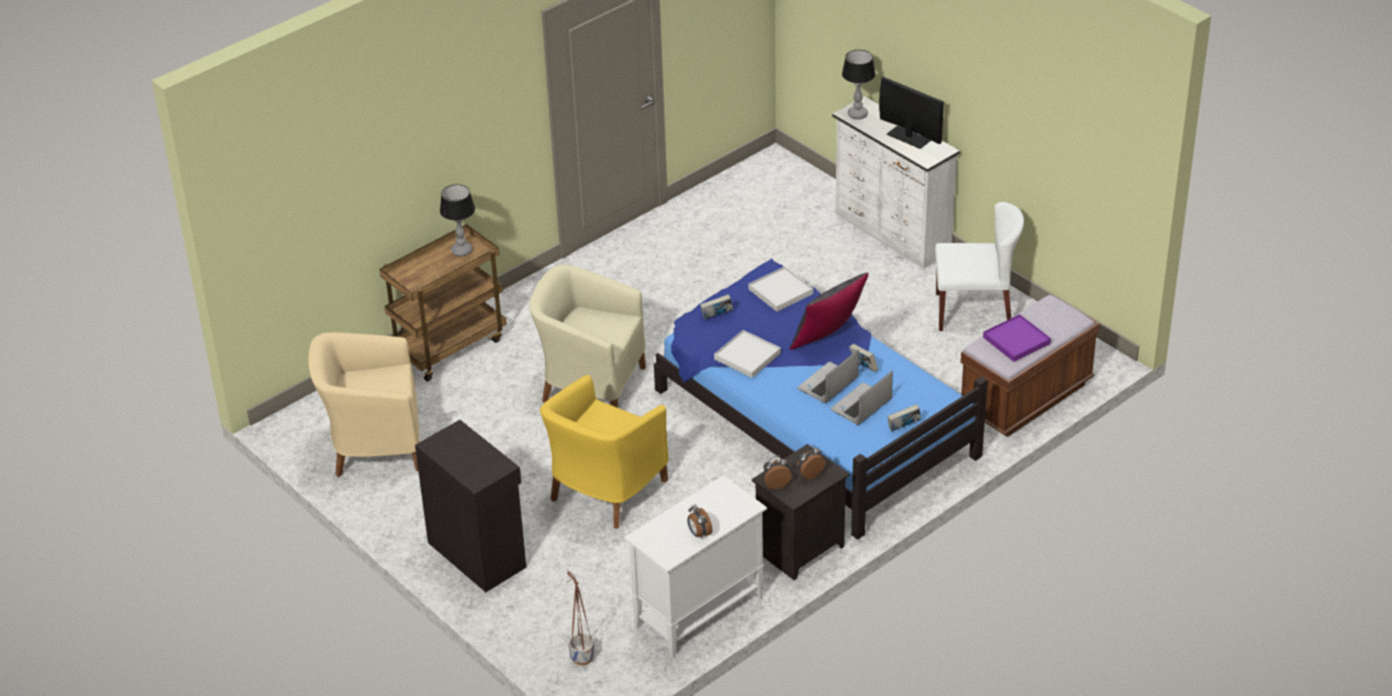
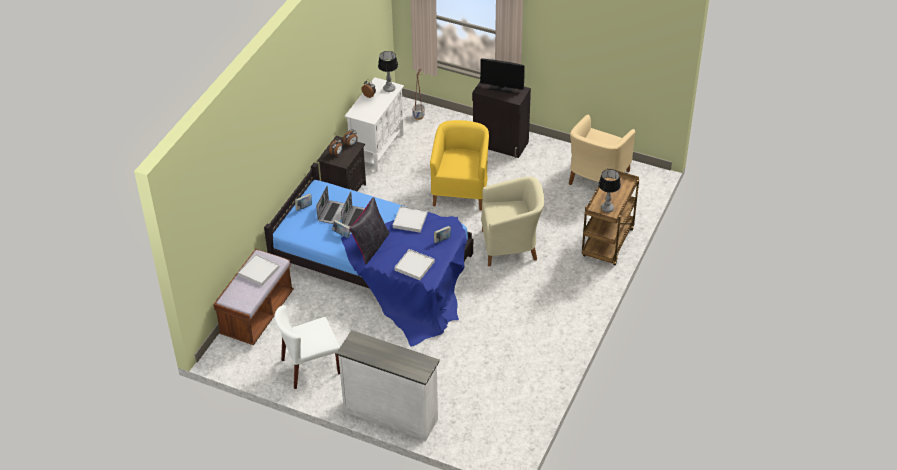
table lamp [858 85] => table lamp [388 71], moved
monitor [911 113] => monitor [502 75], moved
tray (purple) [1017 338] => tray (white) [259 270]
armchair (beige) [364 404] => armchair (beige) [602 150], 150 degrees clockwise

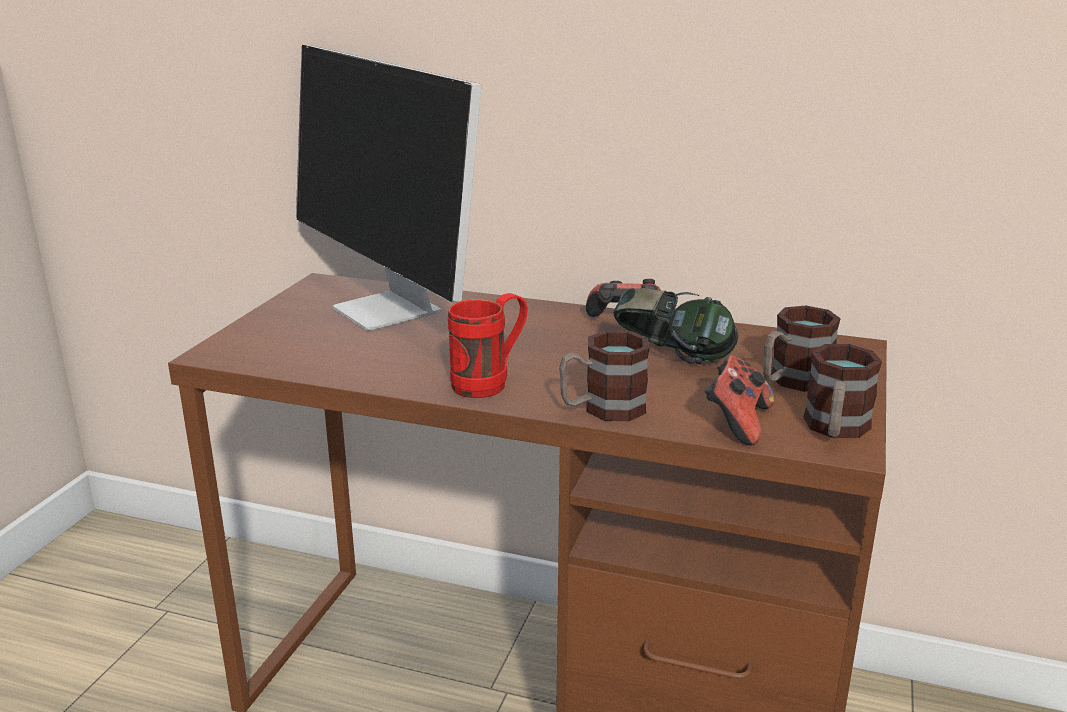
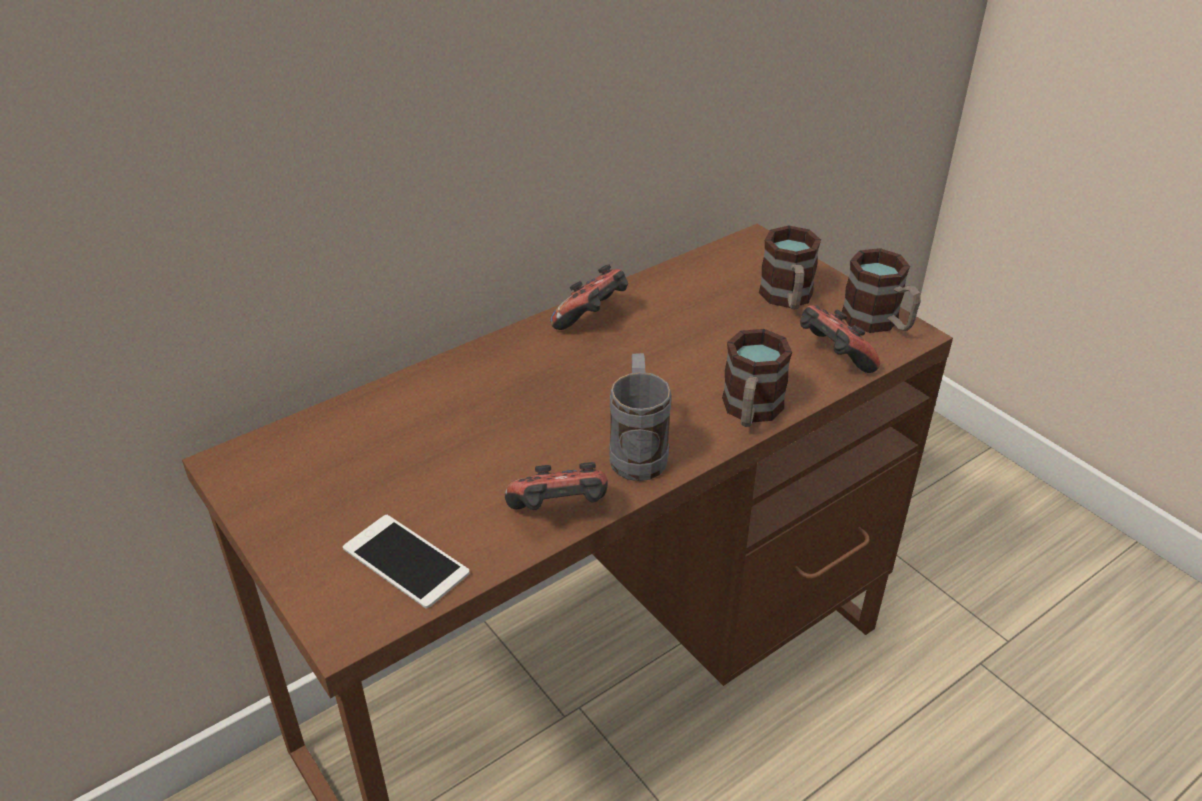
monitor [388 188] => nothing
headphones [675 326] => nothing
nothing => phone [406 561]
nothing => game controller [556 486]
mug (red) [488 345] => mug (grey) [640 417]

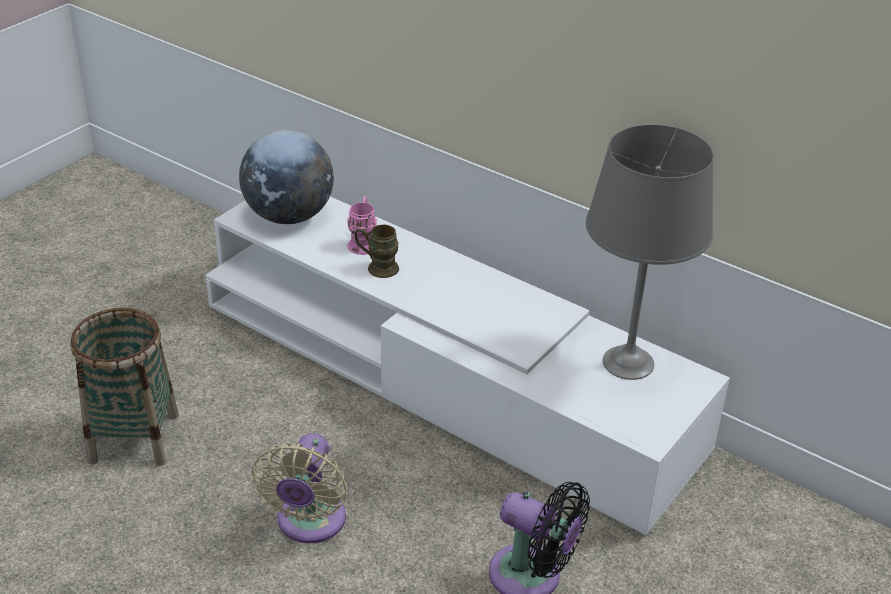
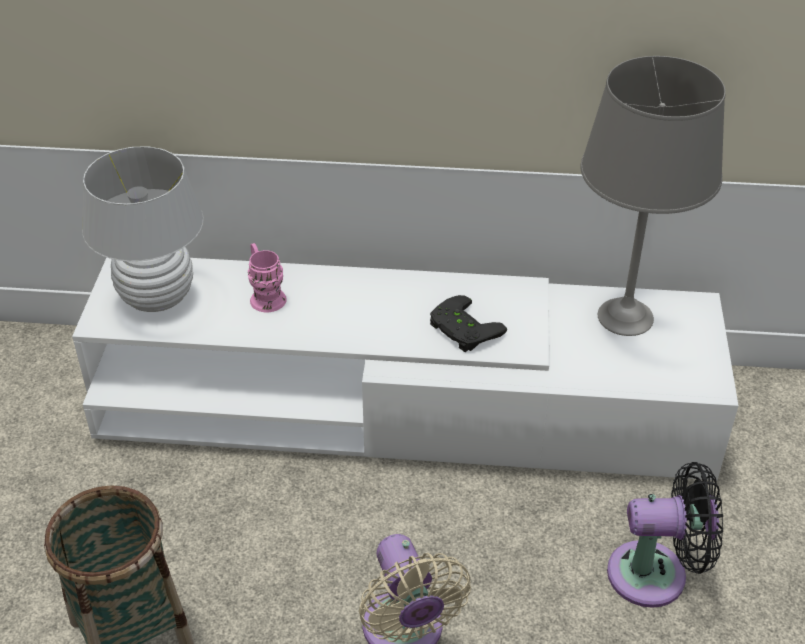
mug (brown) [377 251] => nothing
nothing => game controller (black) [468 323]
globe [286 177] => table lamp (white) [143 229]

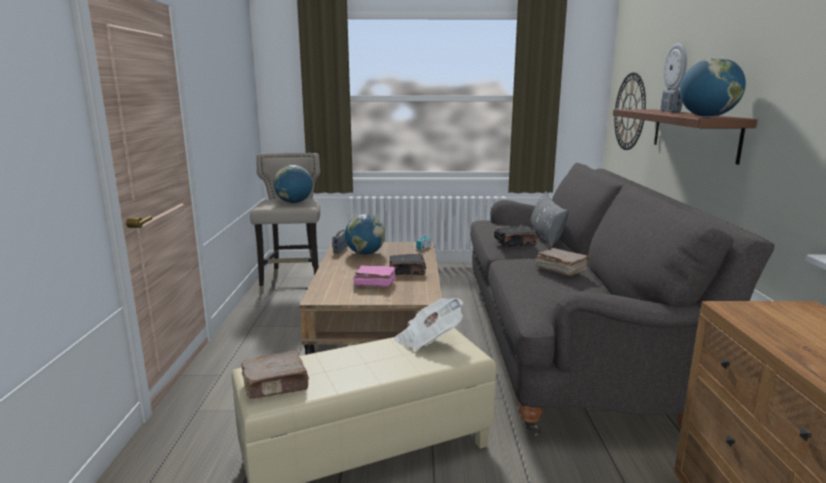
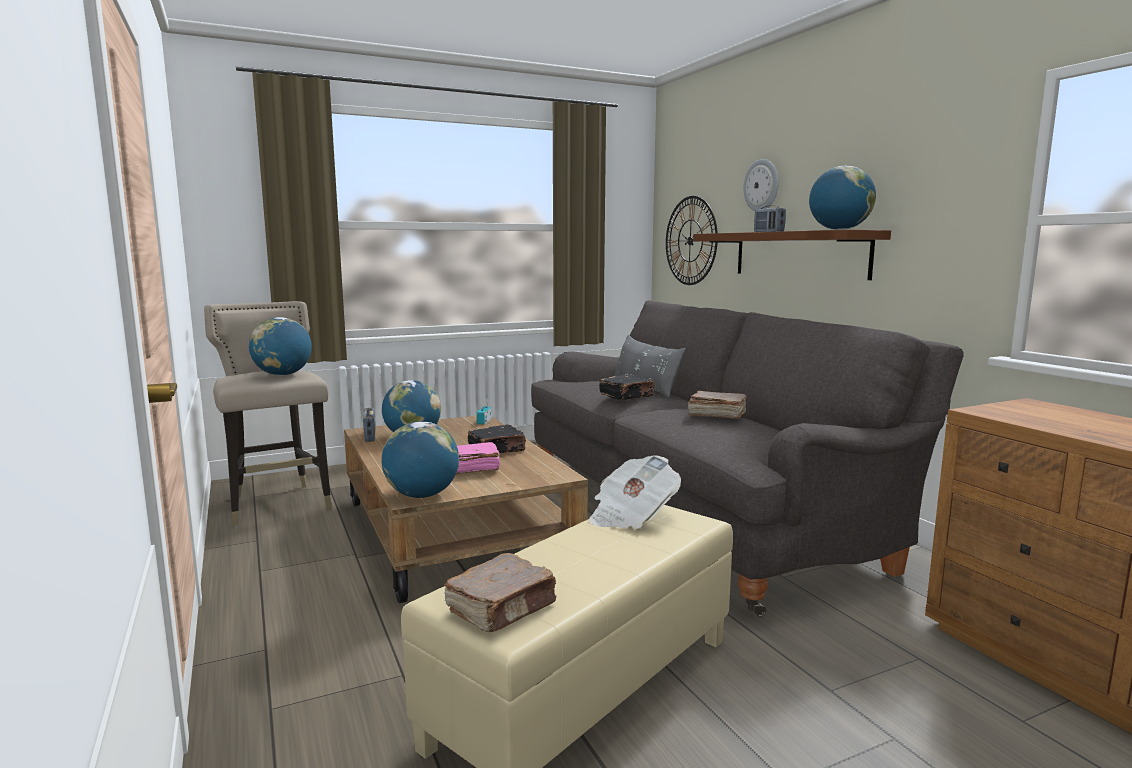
nothing => globe [420 459]

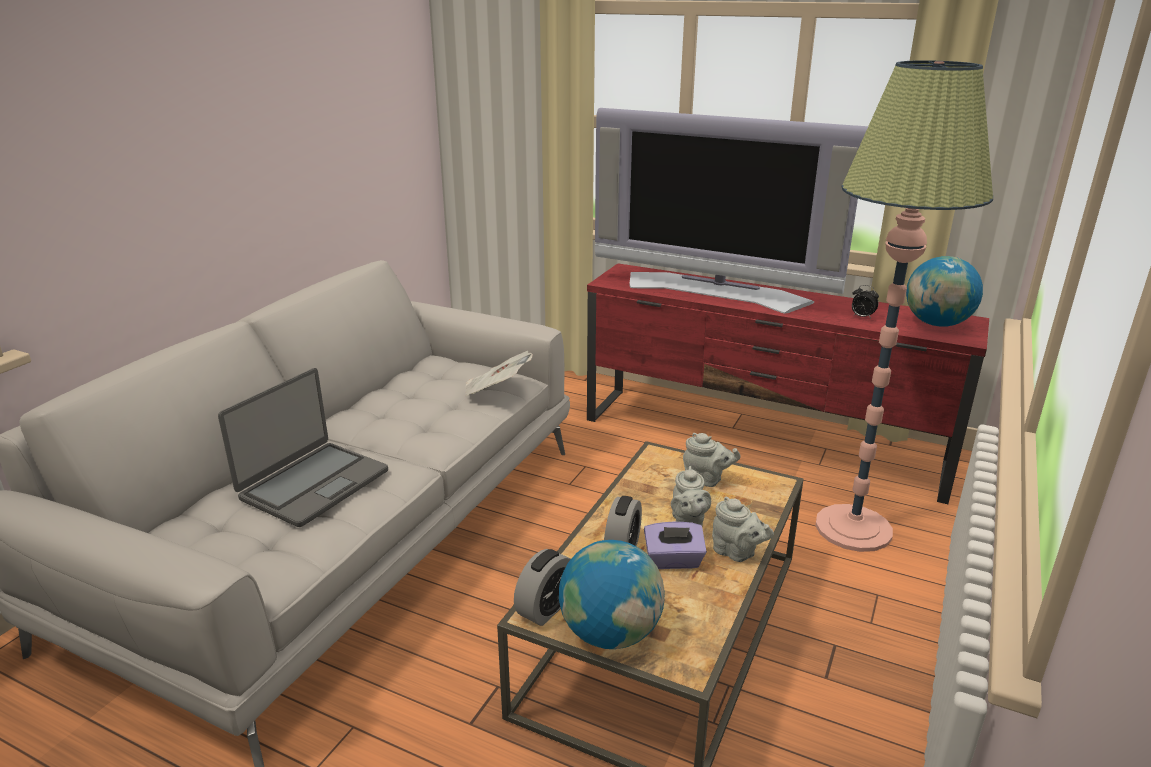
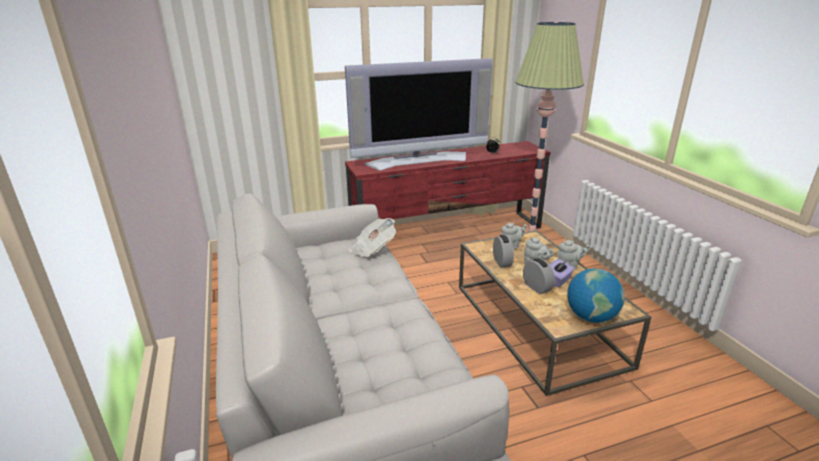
laptop [303 447] => nothing
globe [944 291] => nothing
alarm clock [542 587] => alarm clock [503 251], moved

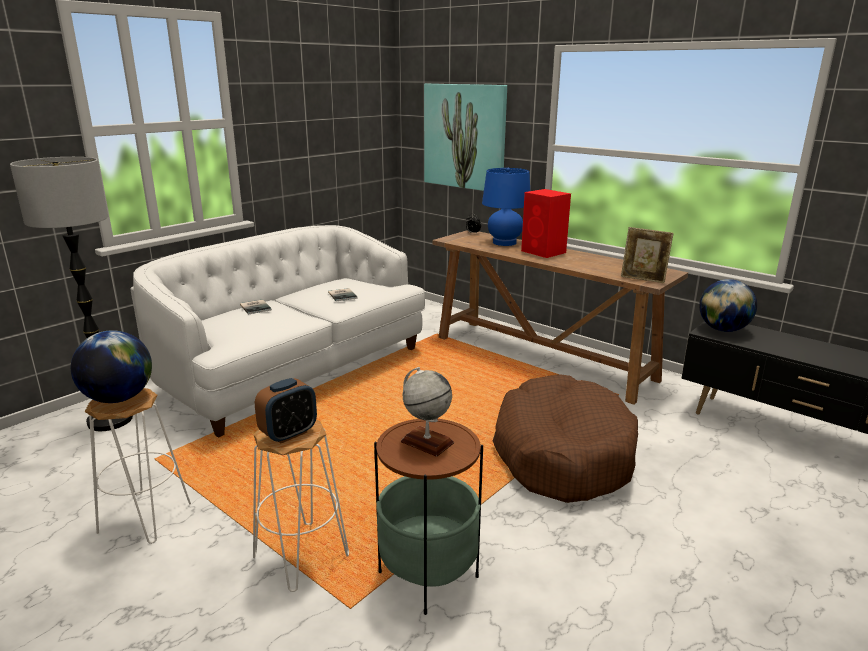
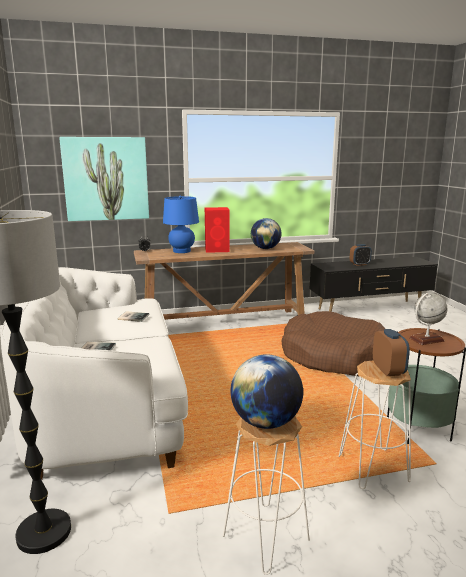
picture frame [647 255] => nothing
nothing => alarm clock [361 255]
globe [728 305] => globe [266 233], moved

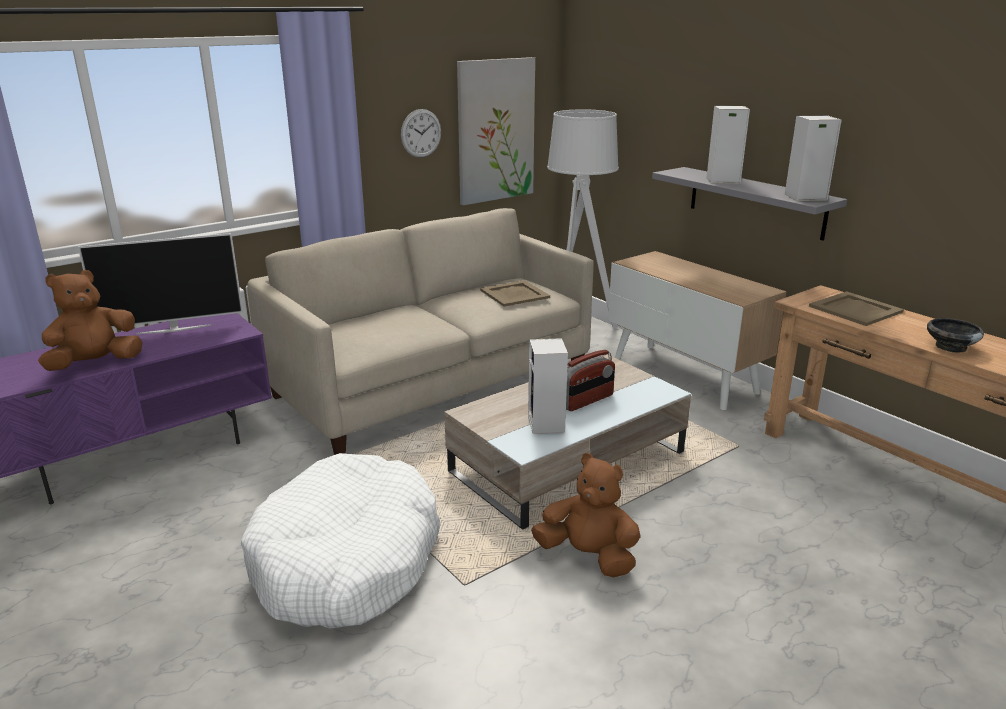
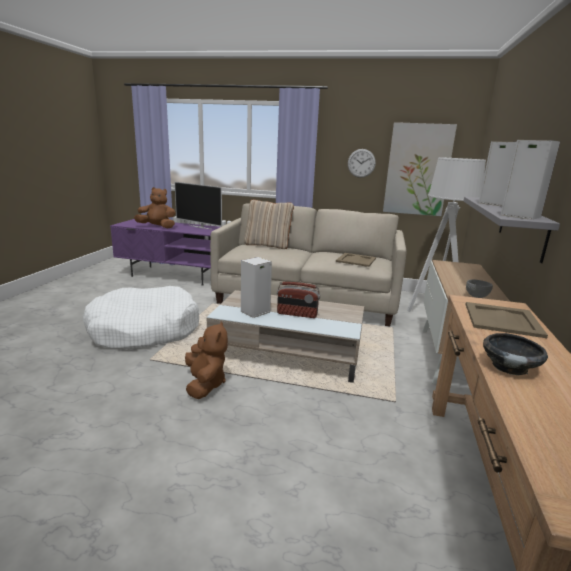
nothing => pillow (beige) [269 224]
nothing => bowl (grey) [479 288]

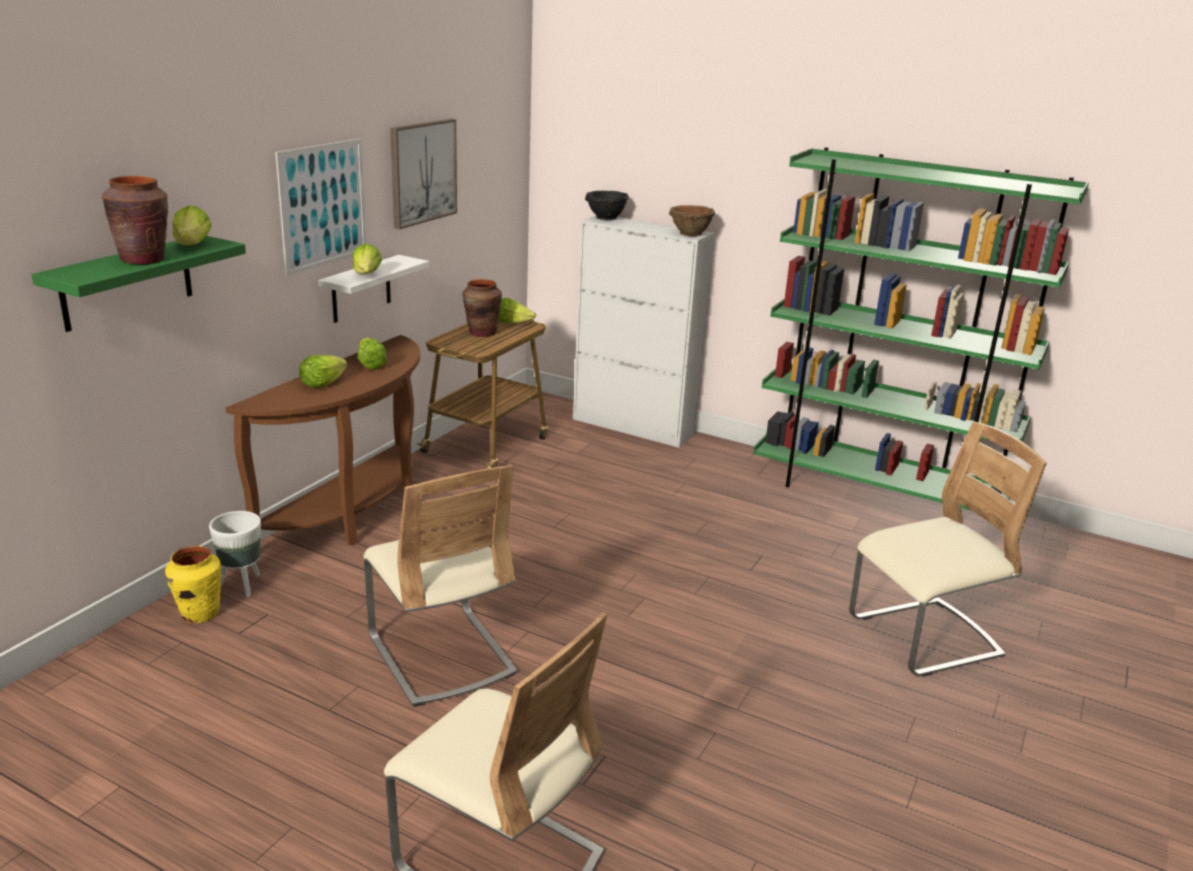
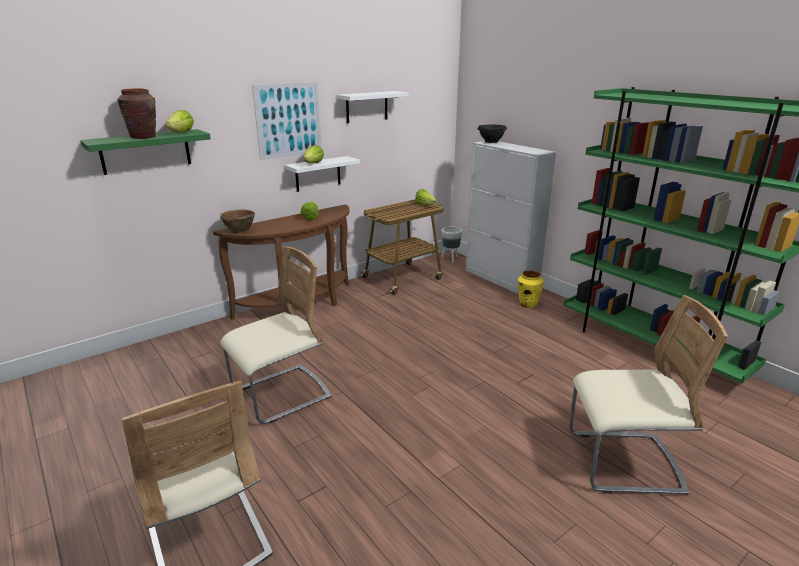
lettuce [323 371] => nothing
vase (brown) [482 308] => nothing
vase (yellow) [193 584] => vase (yellow) [531 289], moved
planter (white) [235 554] => planter (white) [451 244], moved
bowl (brown) [692 221] => bowl (brown) [237 221], moved
picture [423 174] => shelf (white) [373 107]
chair (beige) [440 586] => chair (beige) [275 335], 120 degrees counterclockwise

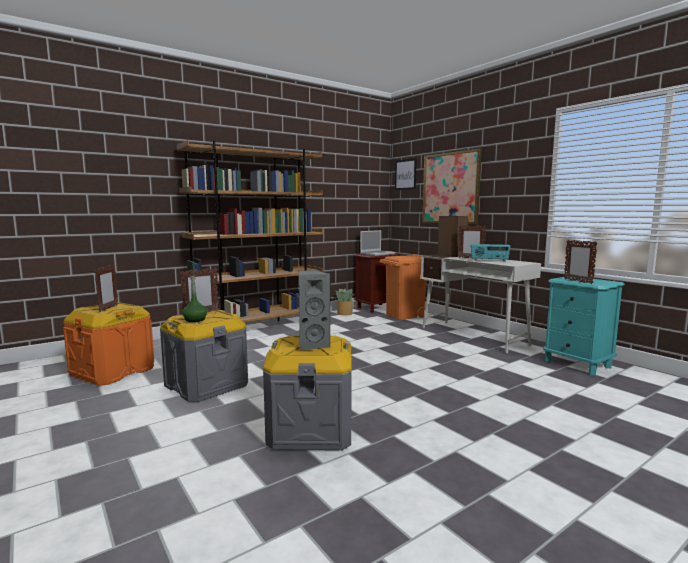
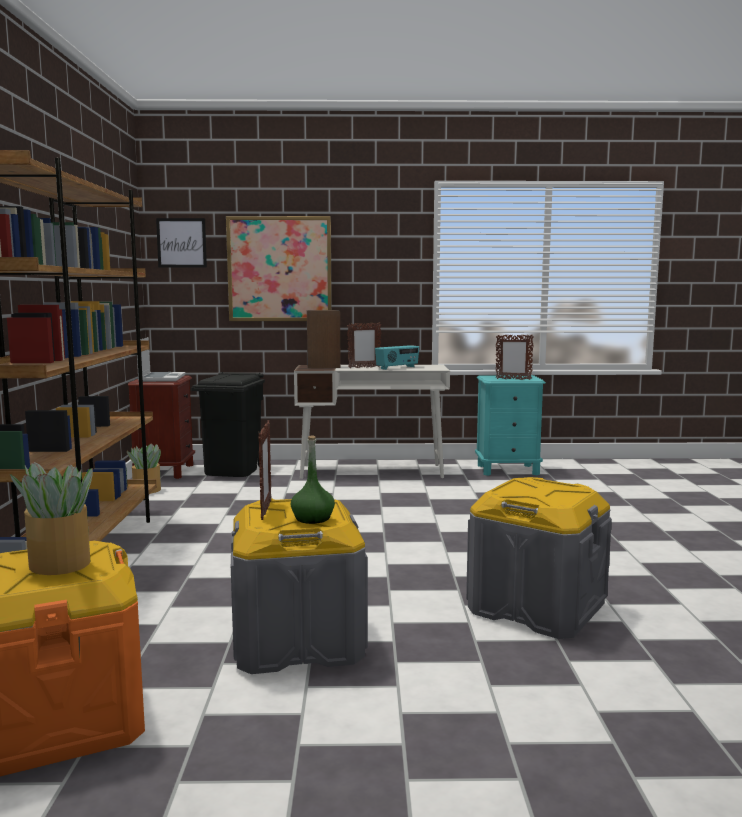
speaker (grey) [315 310] => nothing
picture frame [106 288] => potted plant [51 518]
trash can (orange) [403 287] => trash can (black) [228 424]

